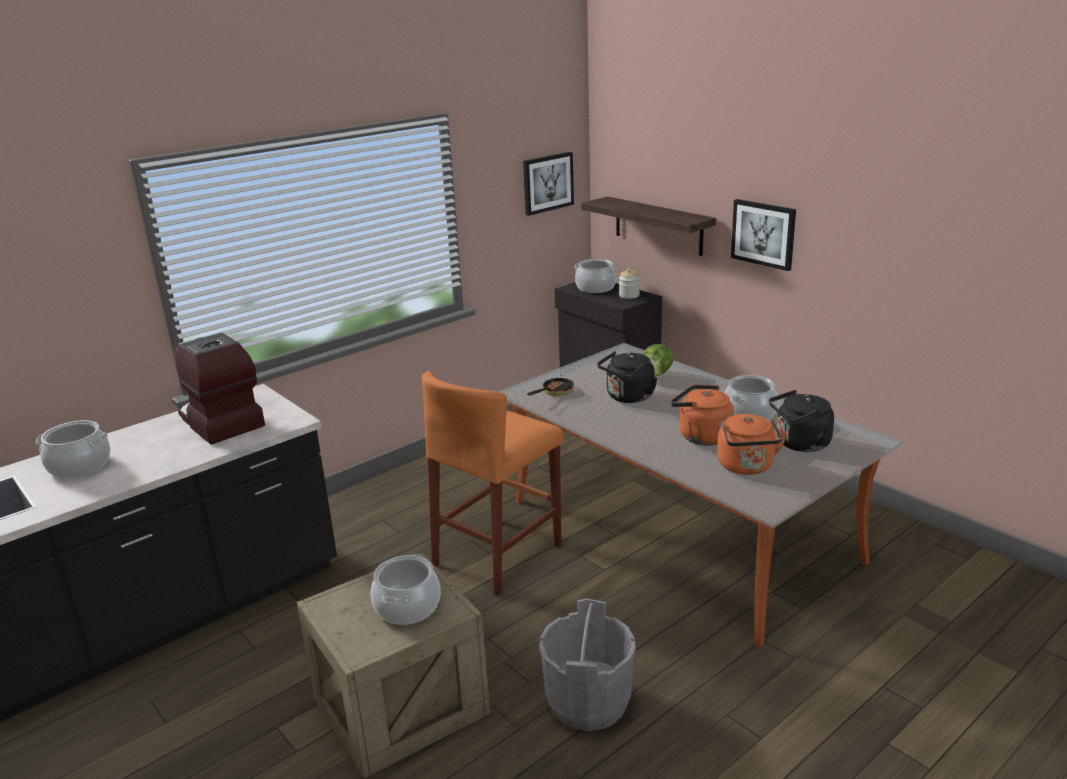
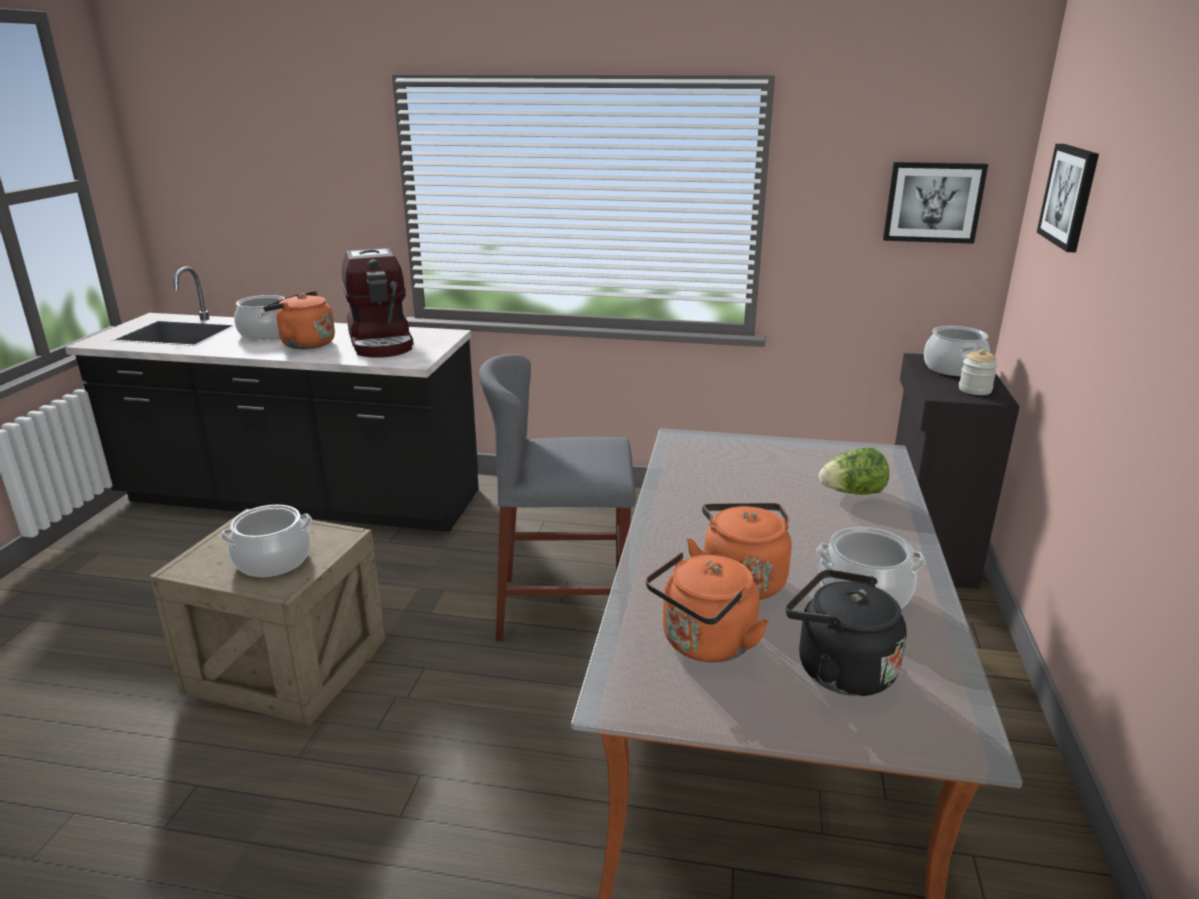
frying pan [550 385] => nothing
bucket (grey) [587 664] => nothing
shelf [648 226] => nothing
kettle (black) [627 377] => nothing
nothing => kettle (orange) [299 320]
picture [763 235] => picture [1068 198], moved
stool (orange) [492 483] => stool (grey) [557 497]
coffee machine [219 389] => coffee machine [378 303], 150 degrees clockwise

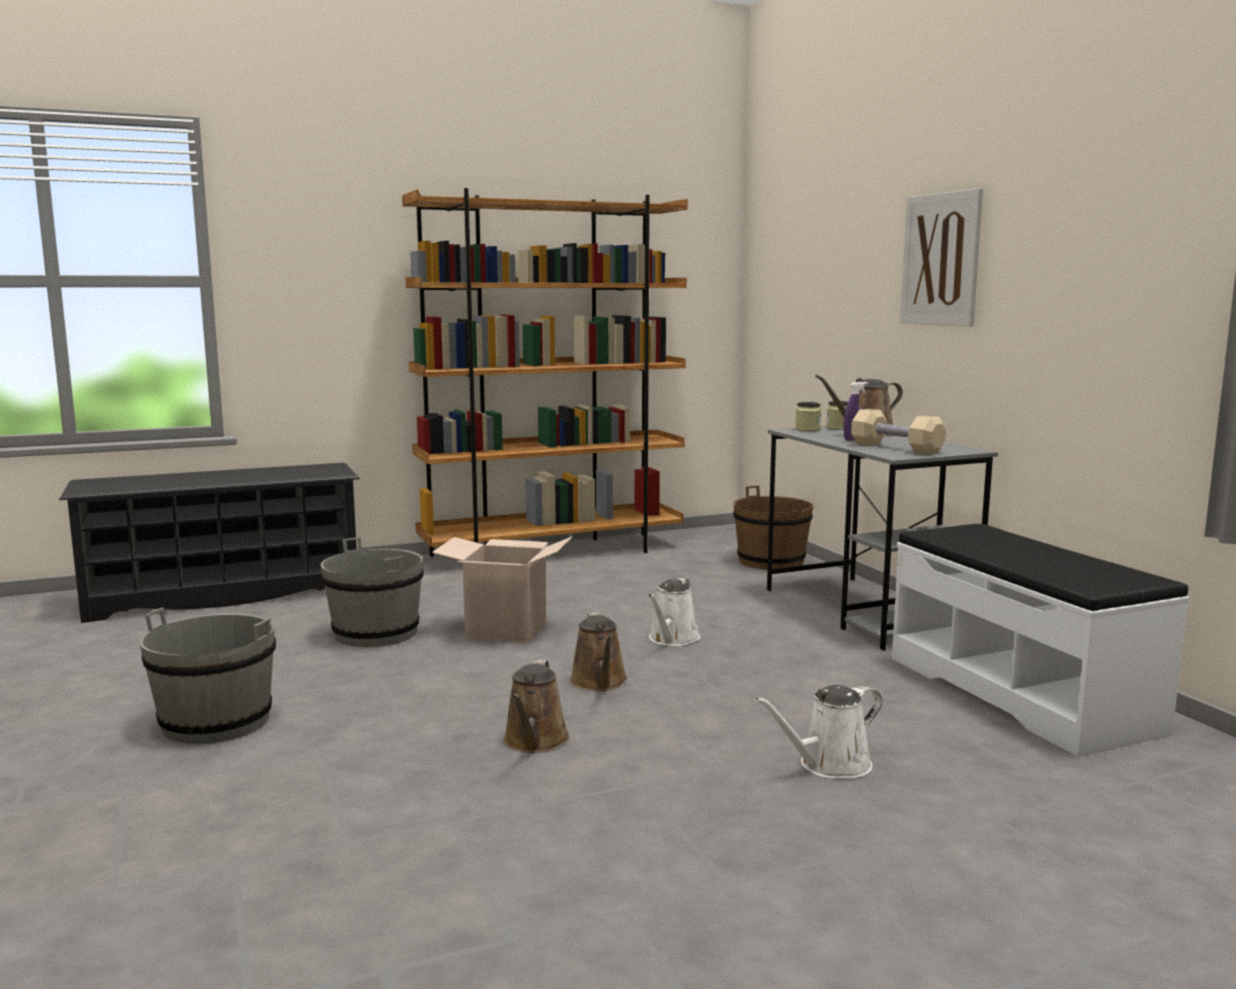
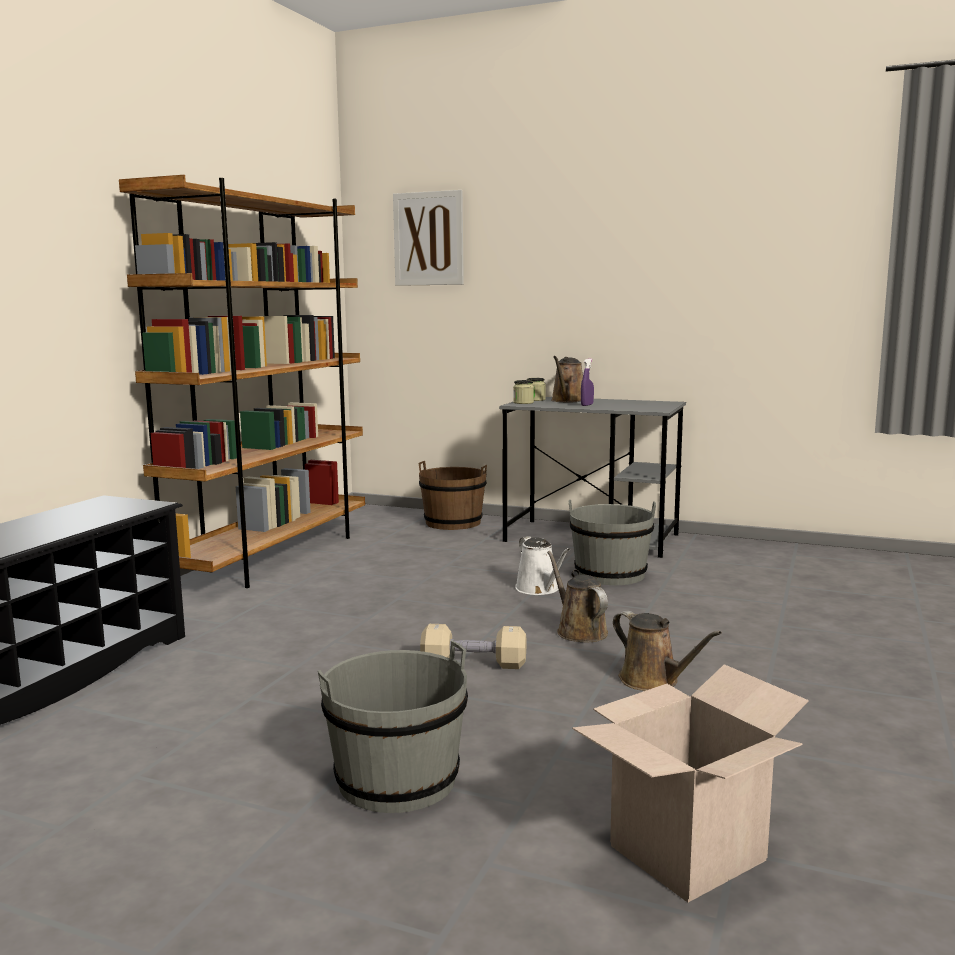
watering can (white) [818 731] => nothing
bench (white) [1040 640] => nothing
bucket (grey) [372 592] => bucket (grey) [612 542], moved
cardboard box [502 589] => cardboard box [690 783], moved
dumbbell (beige) [898 431] => dumbbell (beige) [473 646], moved
picture [941 257] => picture [428 238], moved
watering can (brown) [598 651] => watering can (brown) [577 596], 150 degrees counterclockwise

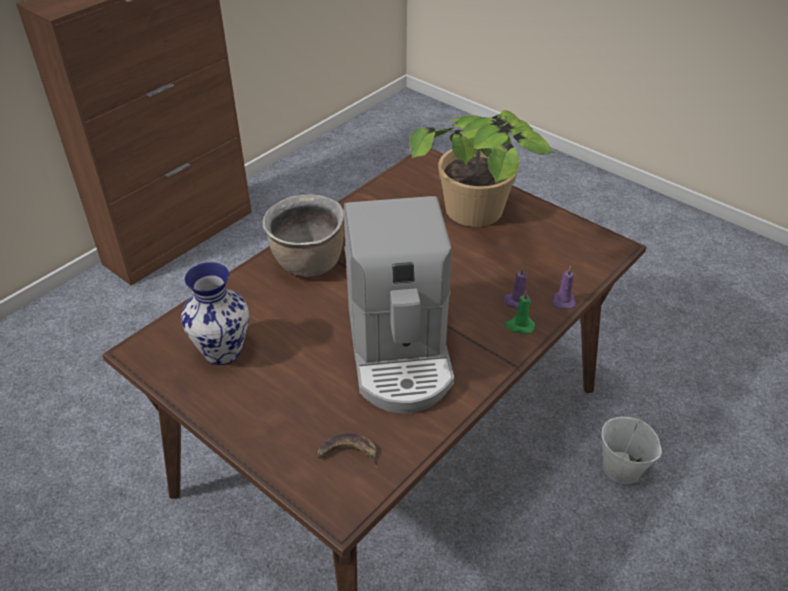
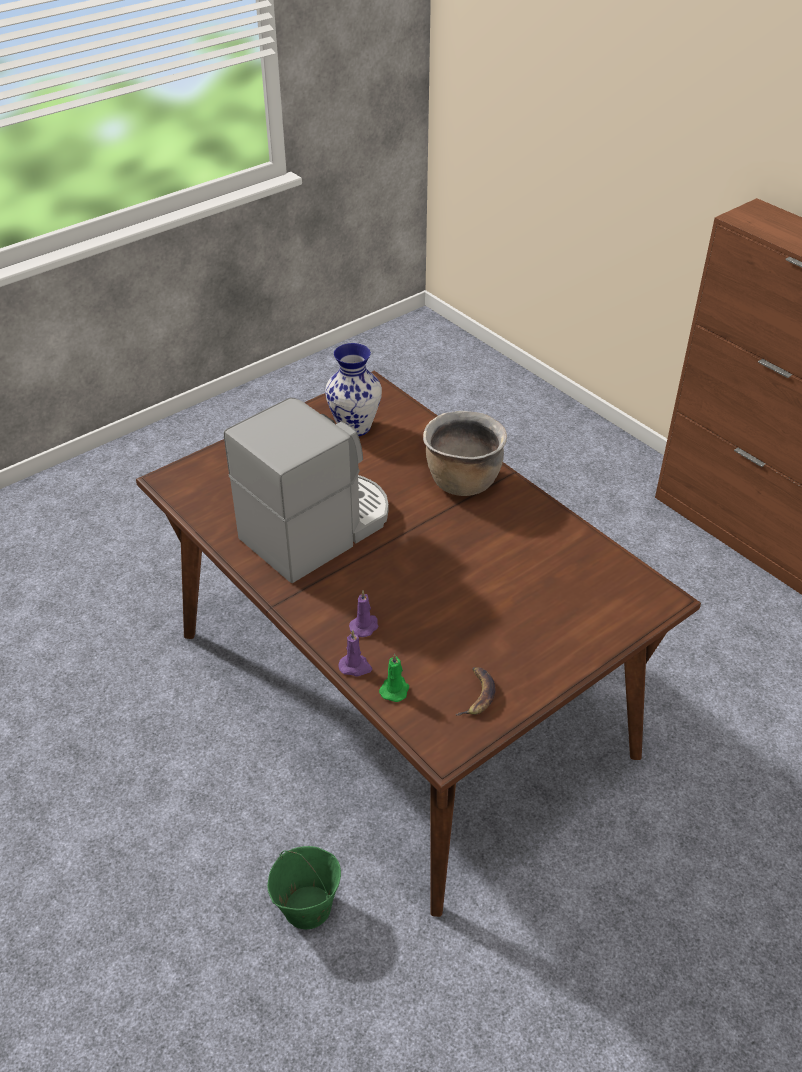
potted plant [481 168] => nothing
banana [347 450] => banana [475 691], moved
candle (green) [519 312] => candle (green) [394 677], moved
bucket (white) [632 449] => bucket (green) [304 888]
coffee machine [399 304] => coffee machine [306 490], 135 degrees clockwise

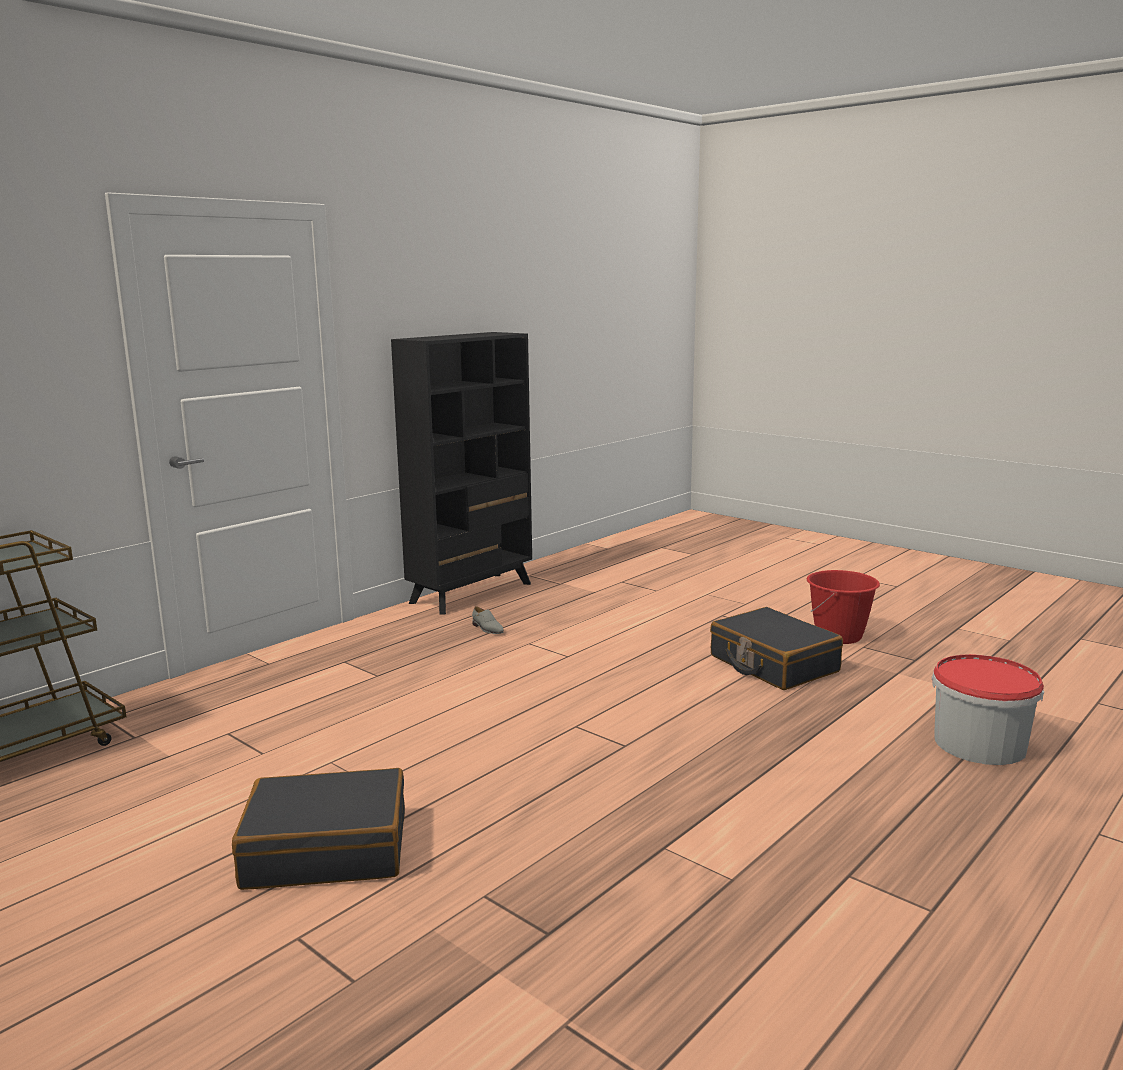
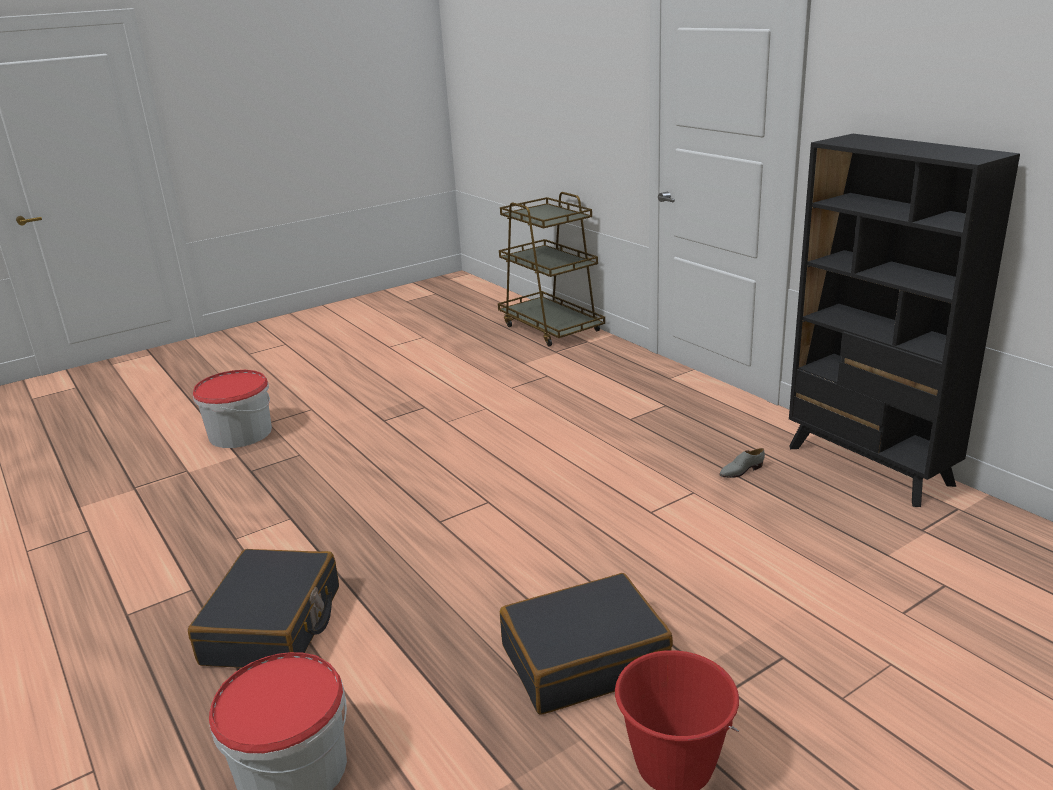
nothing => bucket [232 409]
suitcase (black) [318 829] => suitcase (black) [263 608], moved

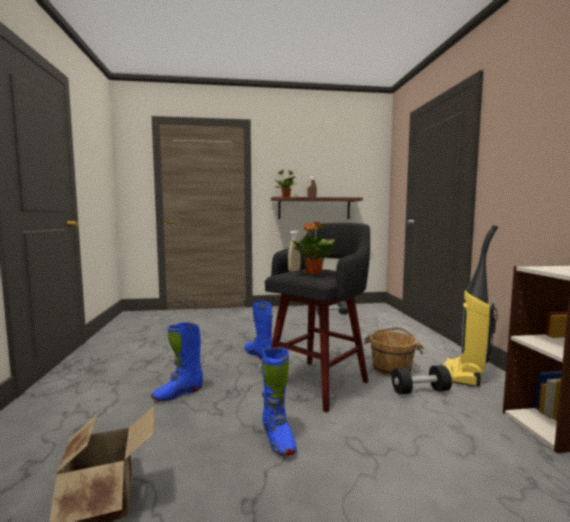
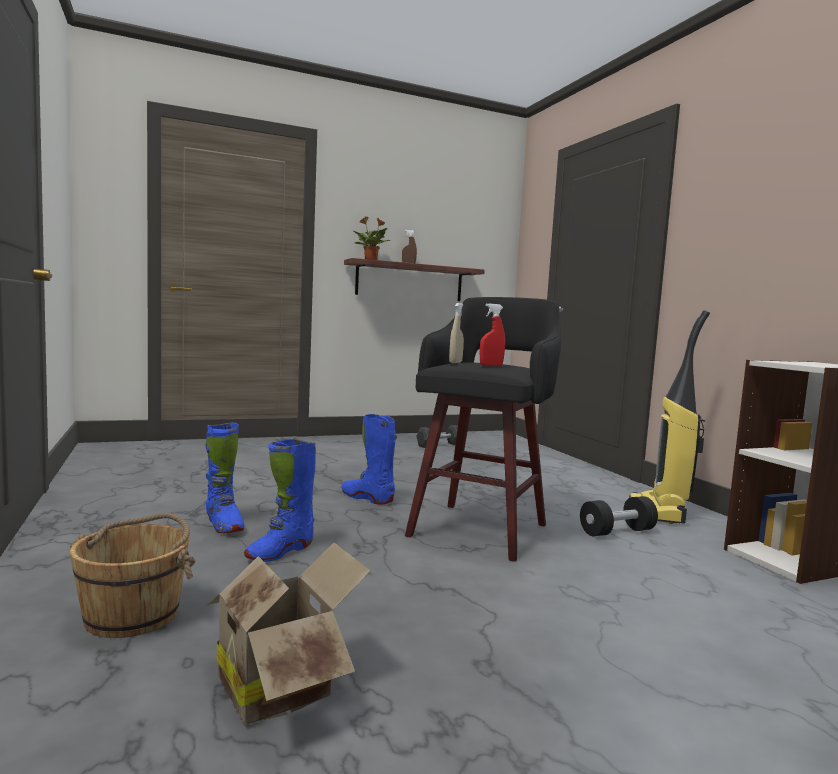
boot (blue) [279 401] => boot (blue) [225 478], moved
bucket (brown) [394 352] => bucket (brown) [133 575], moved
potted plant [313 248] => spray bottle (red) [492 334]

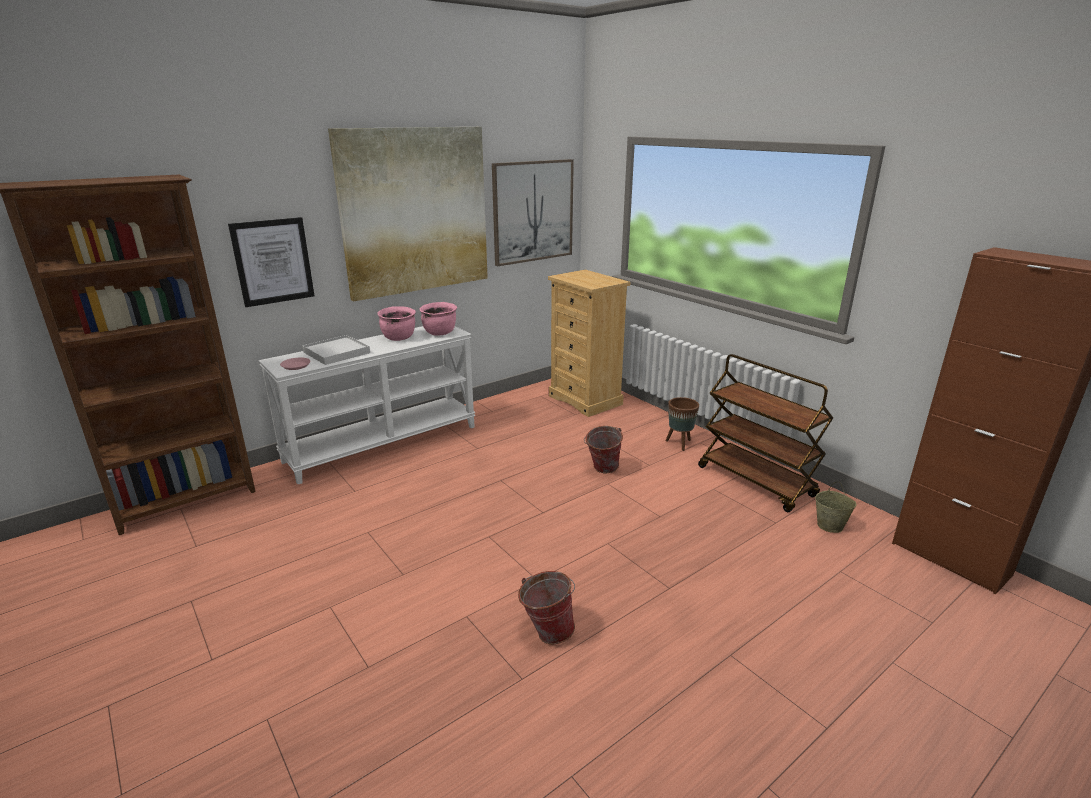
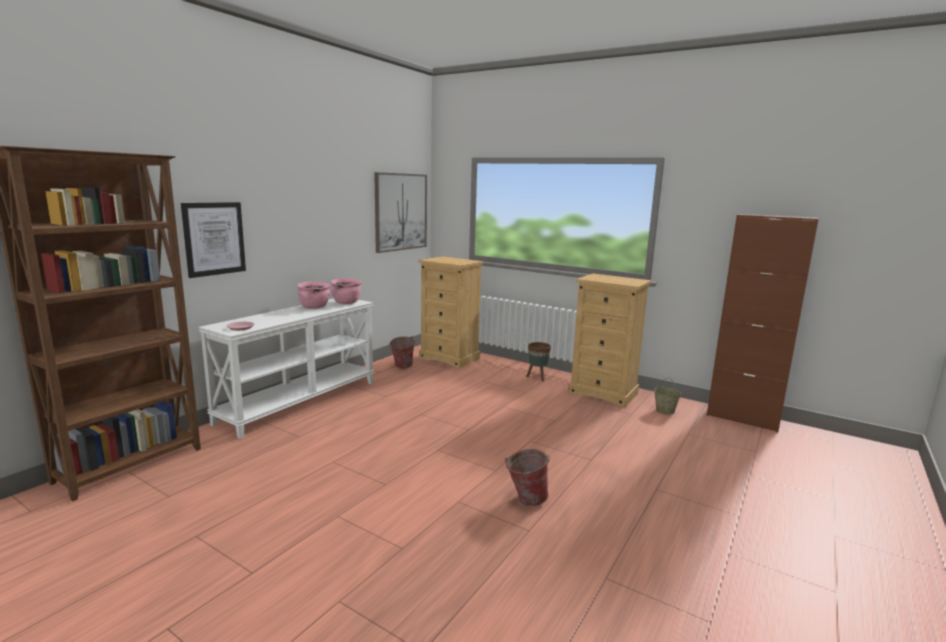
tray (white) [336 350] => nothing
picture [408 214] => nothing
bucket [603 449] => bucket [401 352], moved
cart (brown) [765 433] => dresser (beige) [610 340]

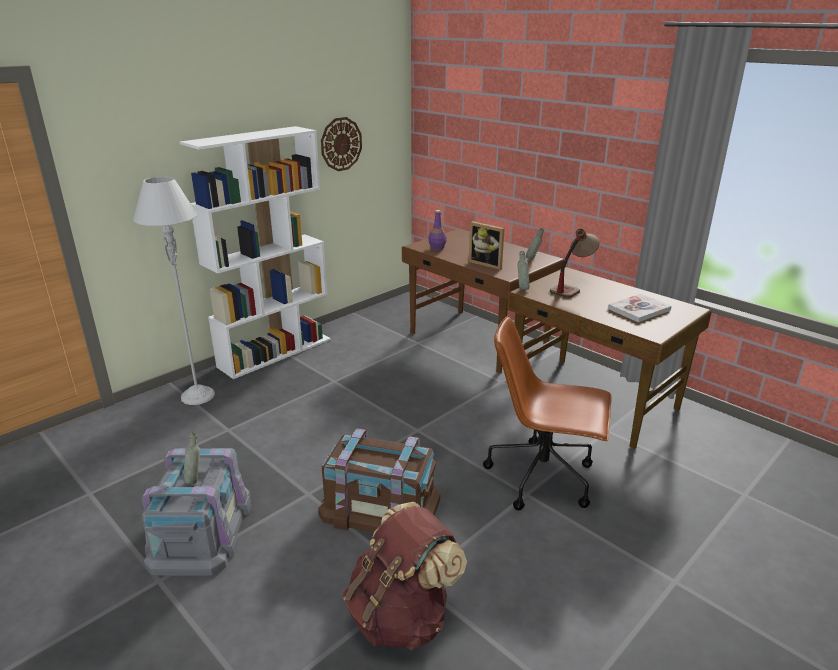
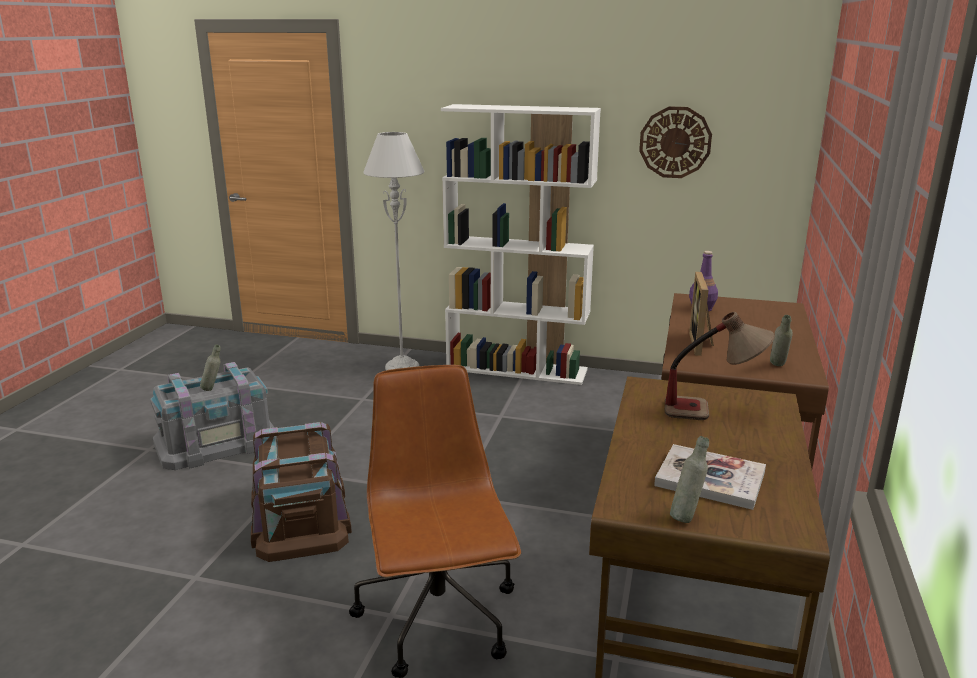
backpack (brown) [405 576] => nothing
bottle (grey) [523 270] => bottle (grey) [689 479], moved

